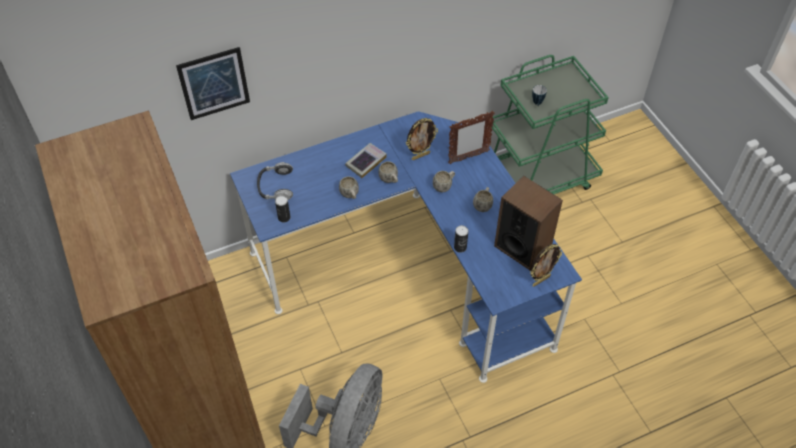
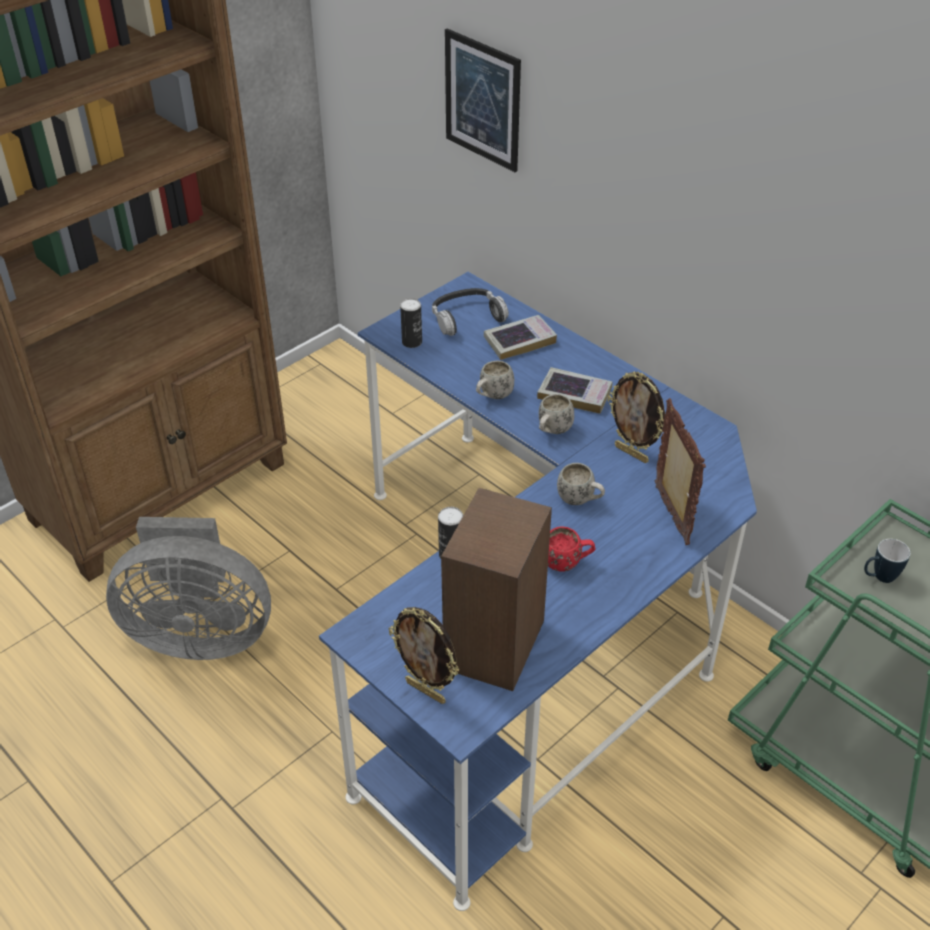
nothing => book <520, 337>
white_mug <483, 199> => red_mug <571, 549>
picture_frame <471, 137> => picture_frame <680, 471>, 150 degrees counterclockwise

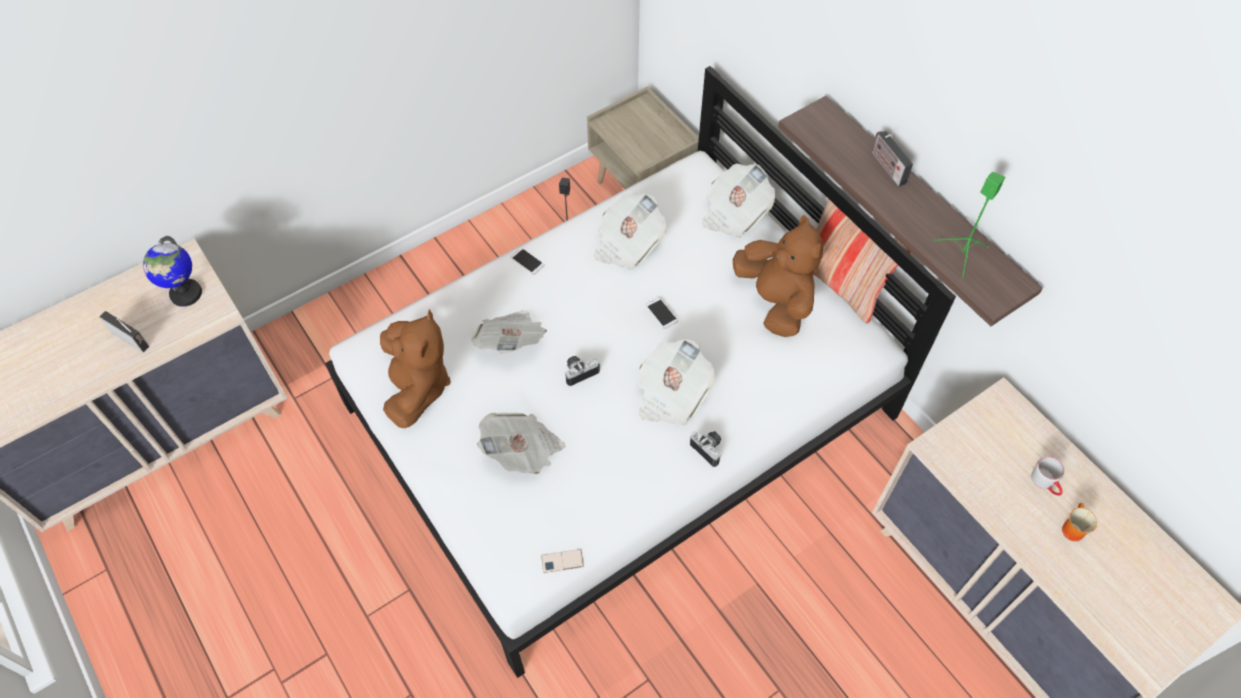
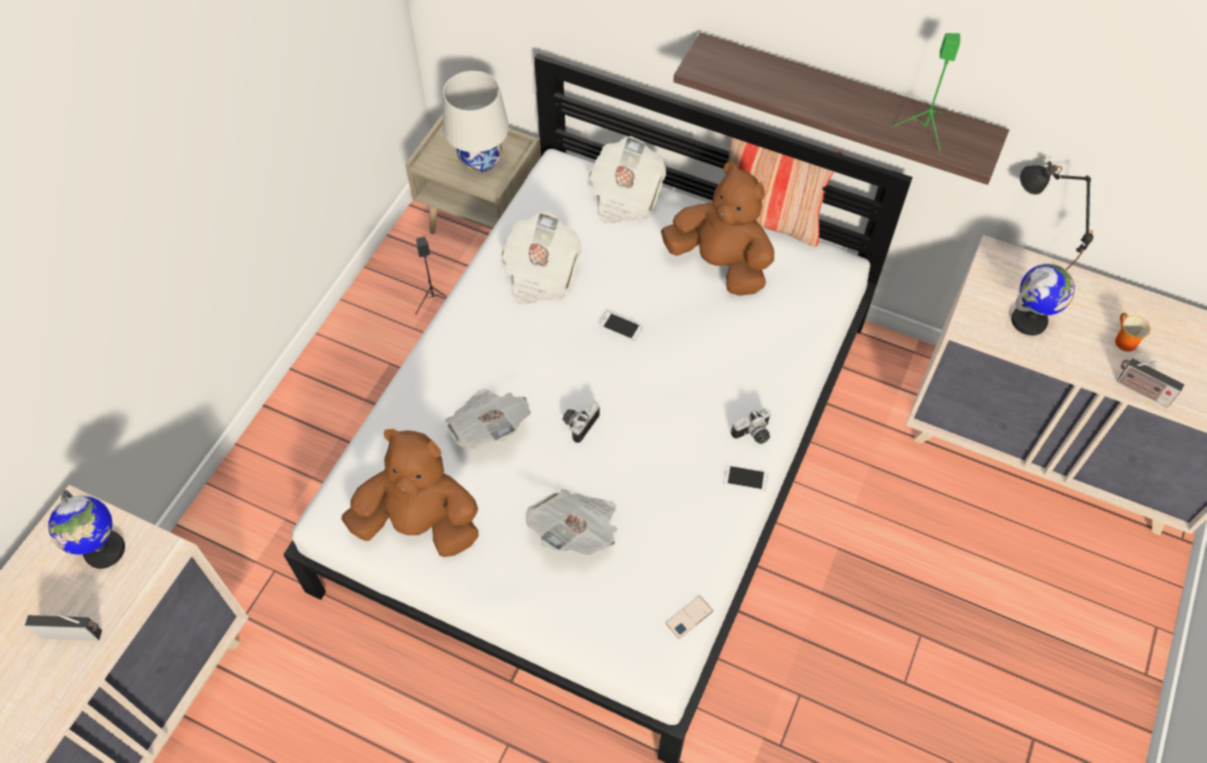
newspaper <676, 382> => nothing
grey_mug <1048, 476> => nothing
nothing => white_table_lamp <476, 121>
nothing => globe <1043, 299>
nothing => black_table_lamp <1056, 216>
phone <527, 261> => phone <745, 478>, shifted
radio <892, 159> => radio <1150, 383>, shifted
brown_plush_toy <415, 368> => brown_plush_toy <410, 493>, 45 degrees counterclockwise
photo_camera <705, 449> => photo_camera <751, 426>, 135 degrees clockwise

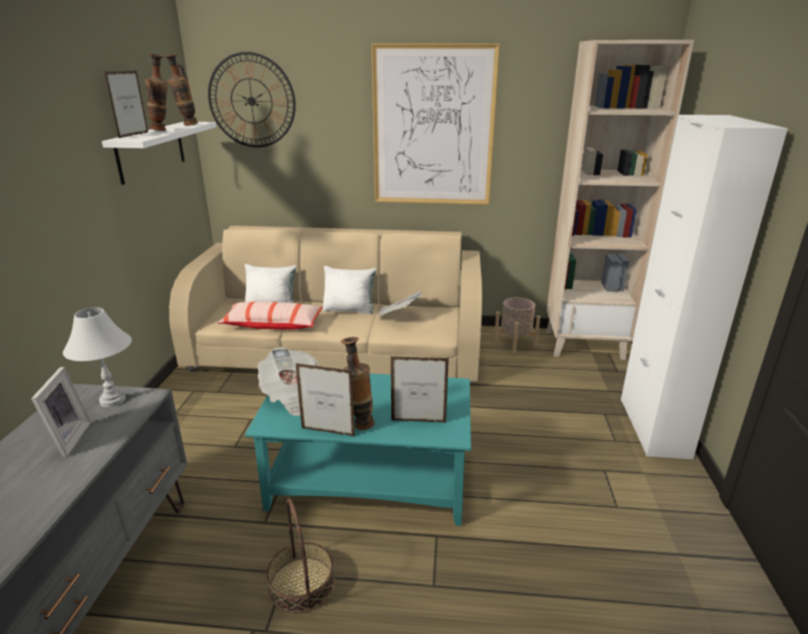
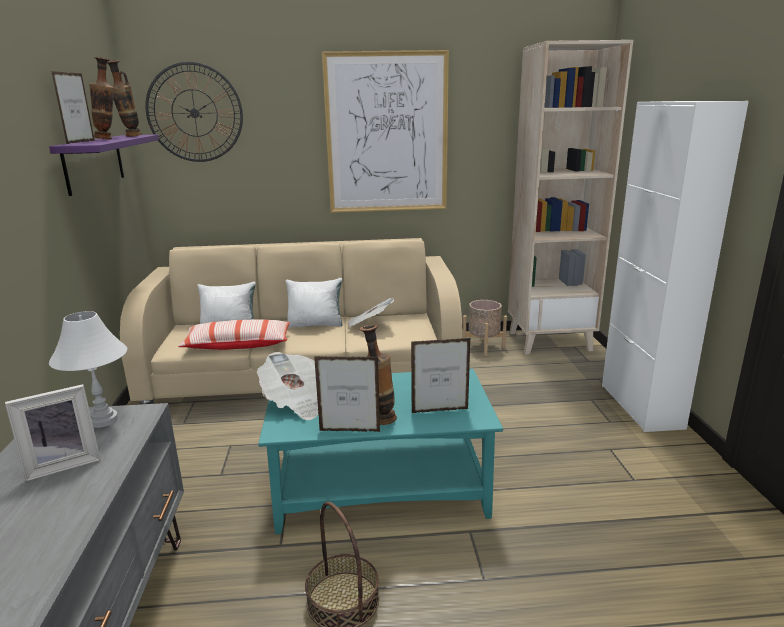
white_shelf <159, 153> => purple_shelf <104, 165>
picture_frame <61, 412> => picture_frame <53, 433>, 75 degrees clockwise

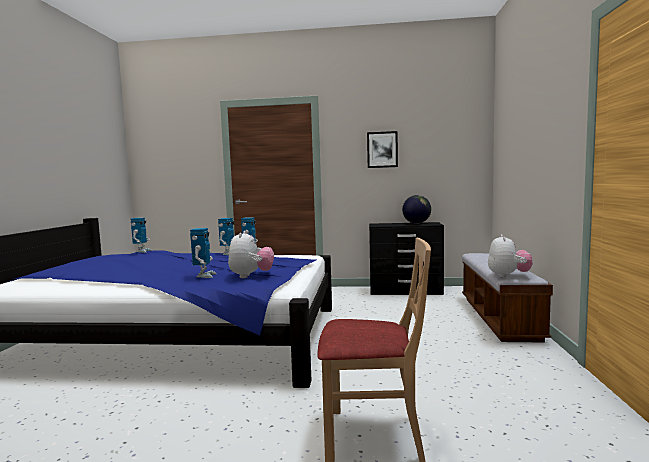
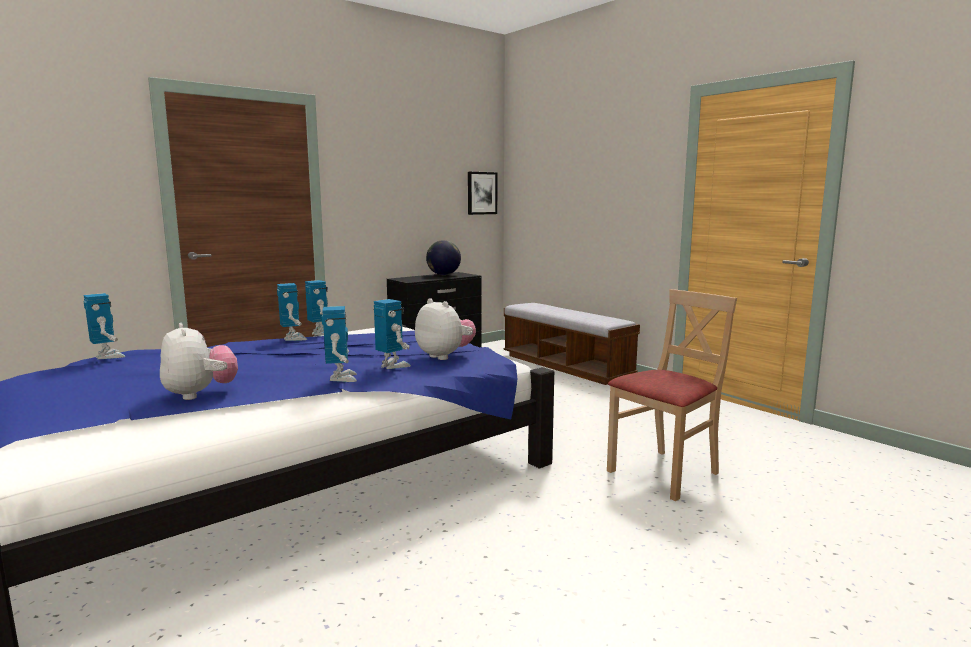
nothing => toy_robot <339, 344>
picture <382, 149> => picture <482, 193>, shifted
plush_toy <510, 256> => plush_toy <199, 361>, shifted

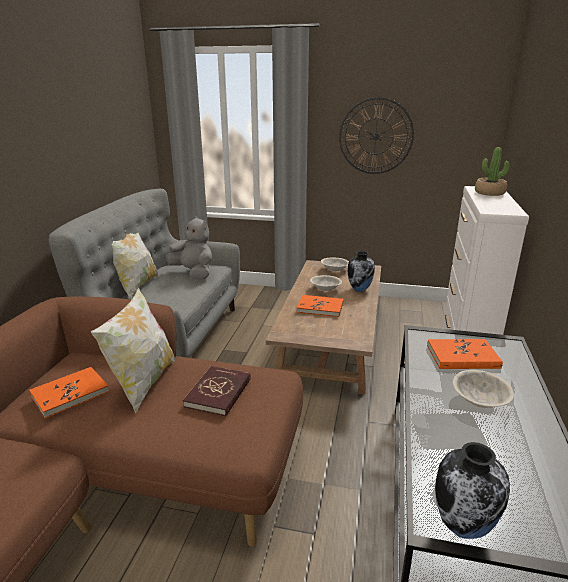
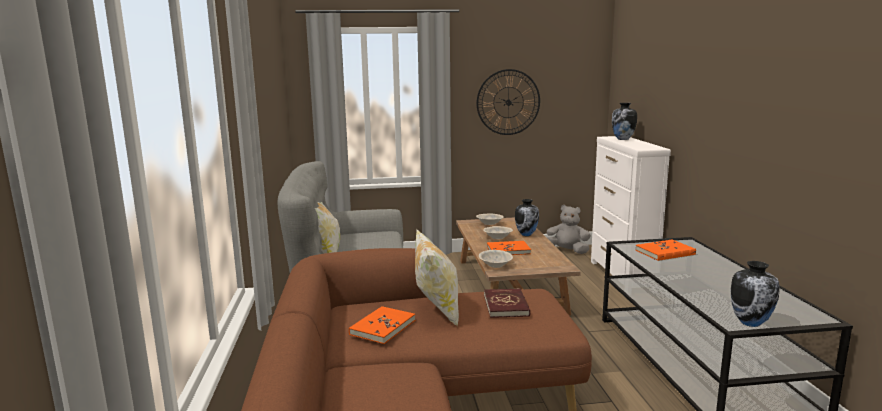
grey_plush_toy <188, 248> => grey_plush_toy <568, 229>, shifted
beige_bowl <483, 389> => beige_bowl <496, 259>, shifted
potted_plant <492, 171> => vase <624, 121>

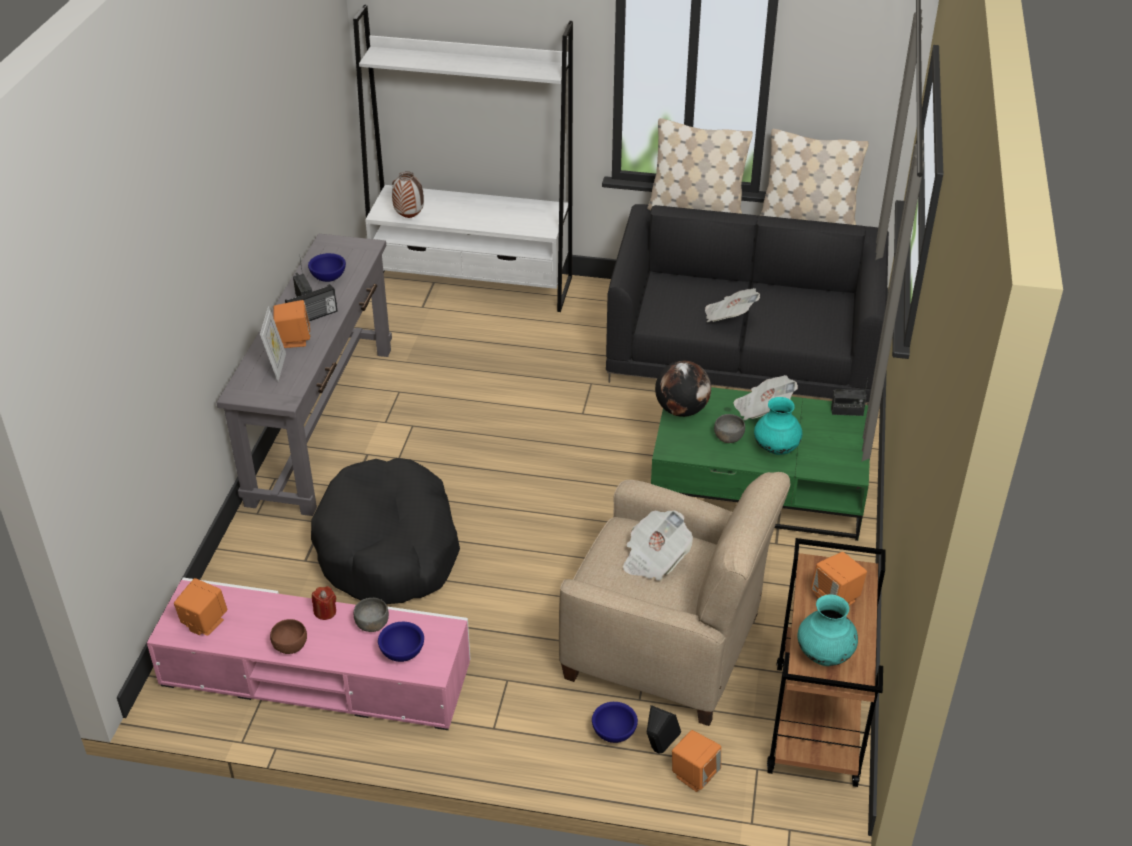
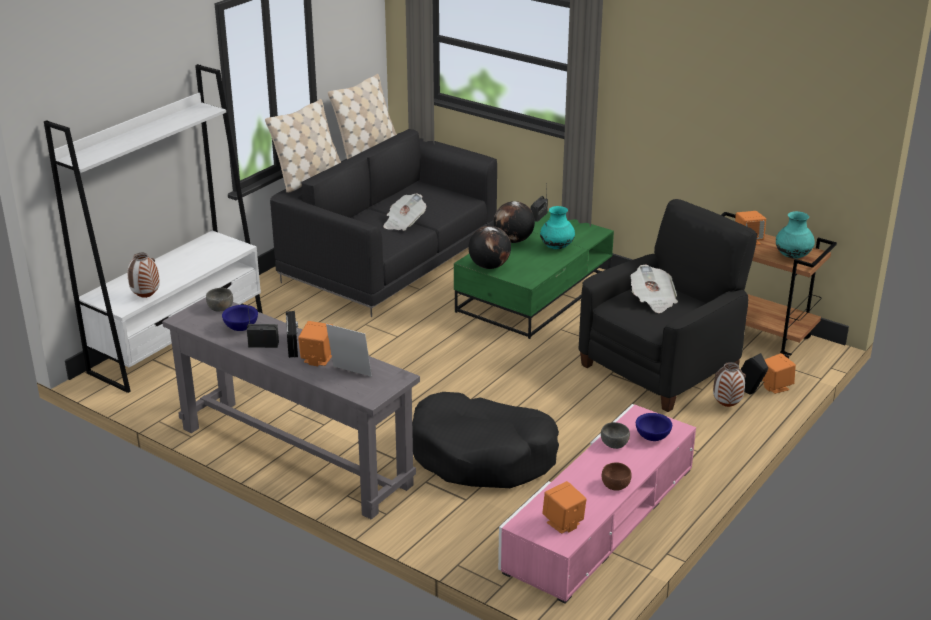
red_candle <324, 603> => nothing
grey_bowl <729, 428> => grey_bowl <219, 300>, shifted
blue_bowl <615, 722> => vase <729, 384>
newspaper <765, 397> => globe <514, 222>
beige_armchair <674, 599> => black_armchair <668, 305>

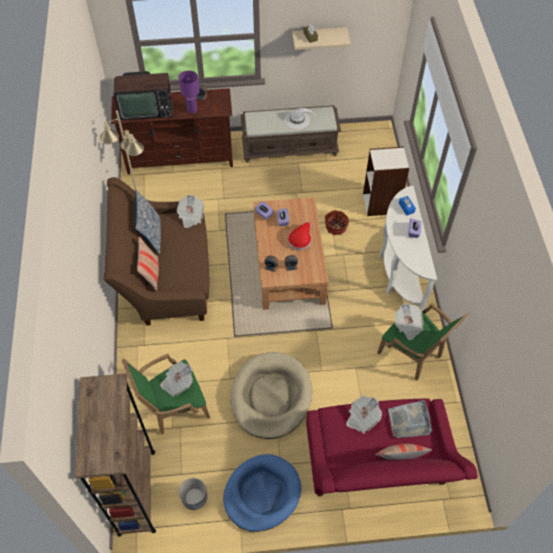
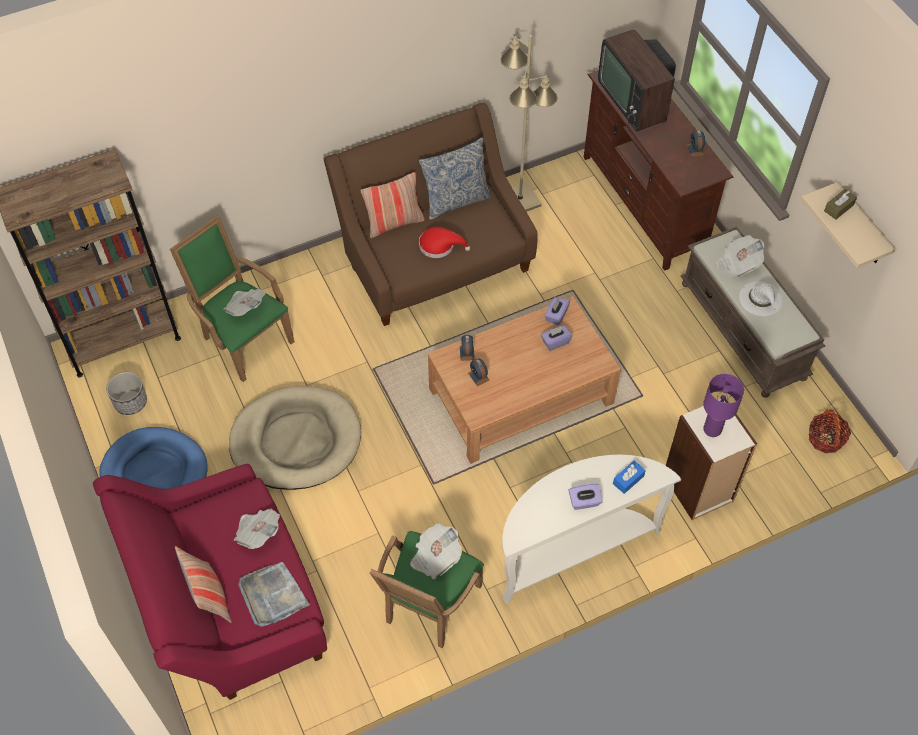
newspaper <190, 211> => newspaper <740, 257>, shifted
purple_table_lamp <188, 92> => purple_table_lamp <723, 405>, shifted
red_hat <300, 236> => red_hat <444, 242>, shifted
basket <337, 222> => basket <830, 431>, shifted

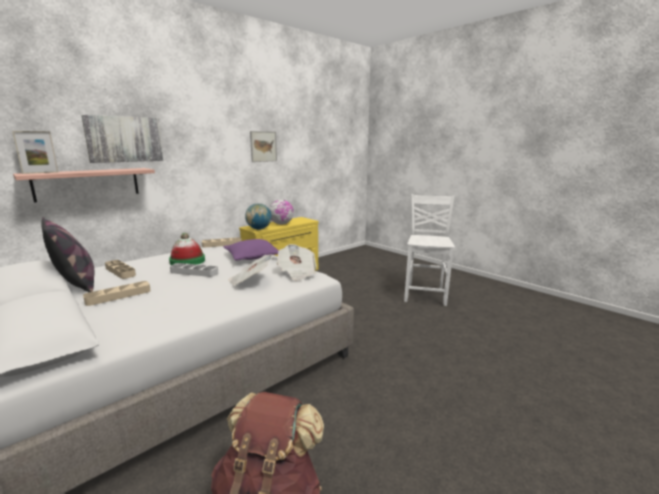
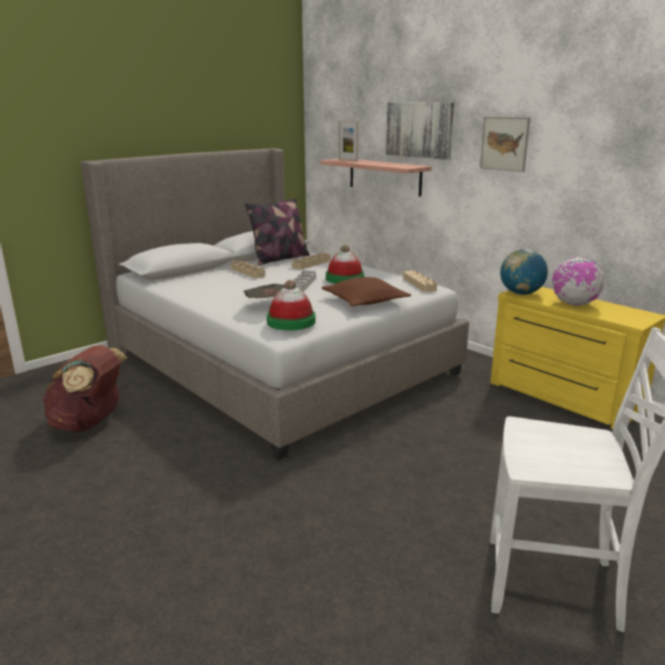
picture <263, 146> => picture <505, 144>, shifted
newspaper <296, 262> => hat <291, 305>
purple_pillow <251, 249> => brown_pillow <366, 292>

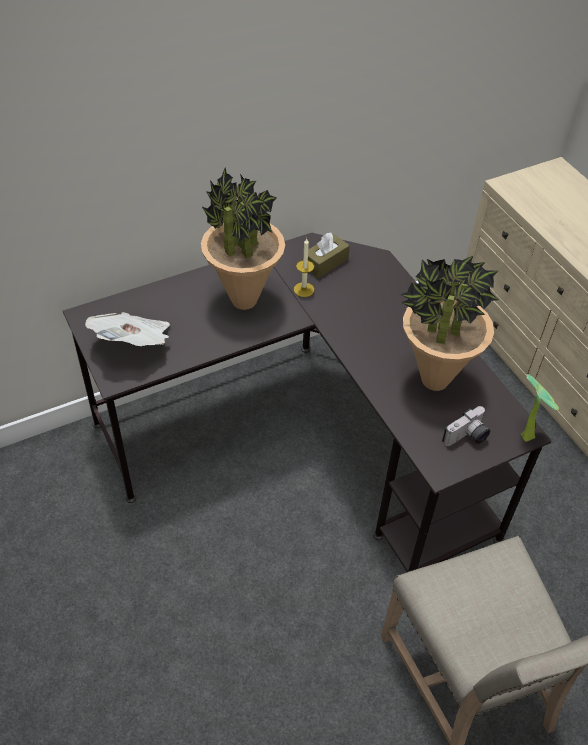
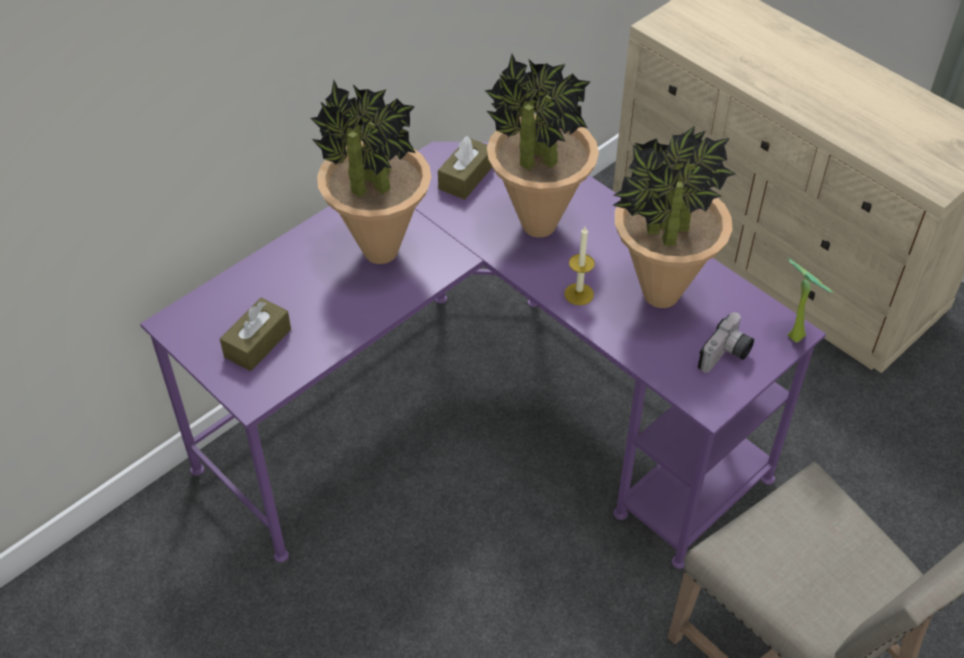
nothing => potted_plant <541, 146>
candle <304, 268> => candle <579, 266>, shifted
newspaper <127, 329> => brown_tissue_box <255, 334>
black_desk <307, 402> => purple_desk <483, 355>

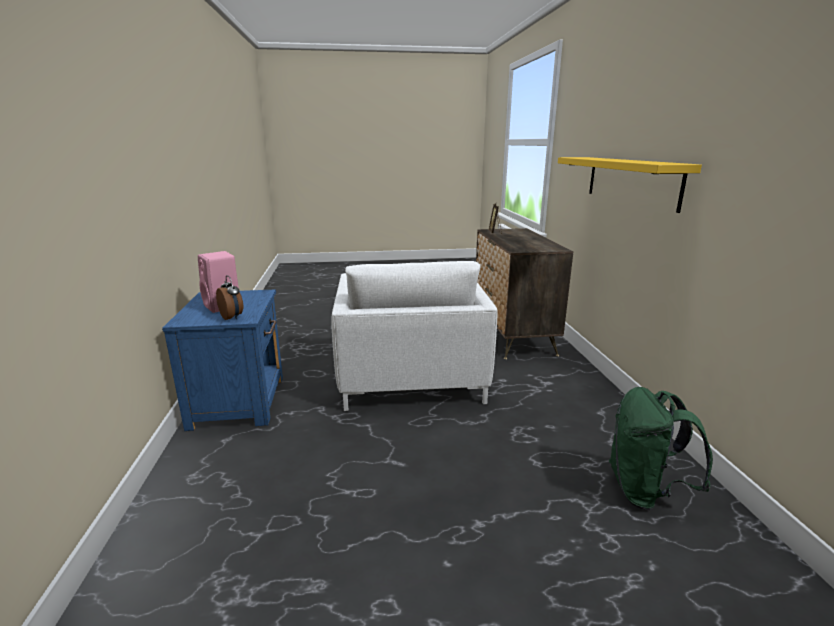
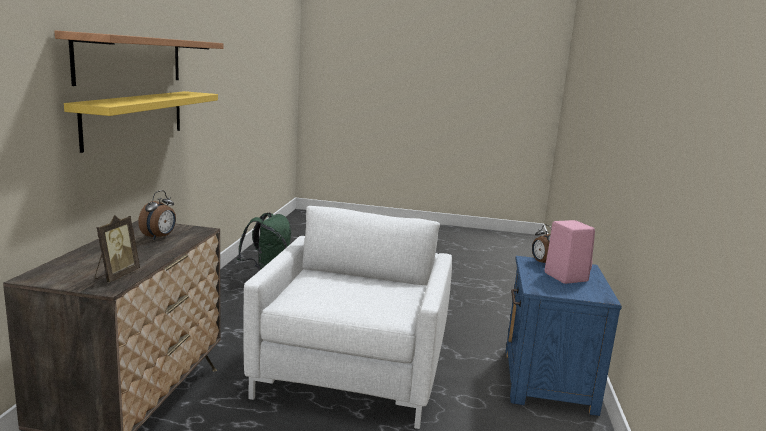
nothing => shelf <139, 58>
nothing => alarm_clock <157, 215>

